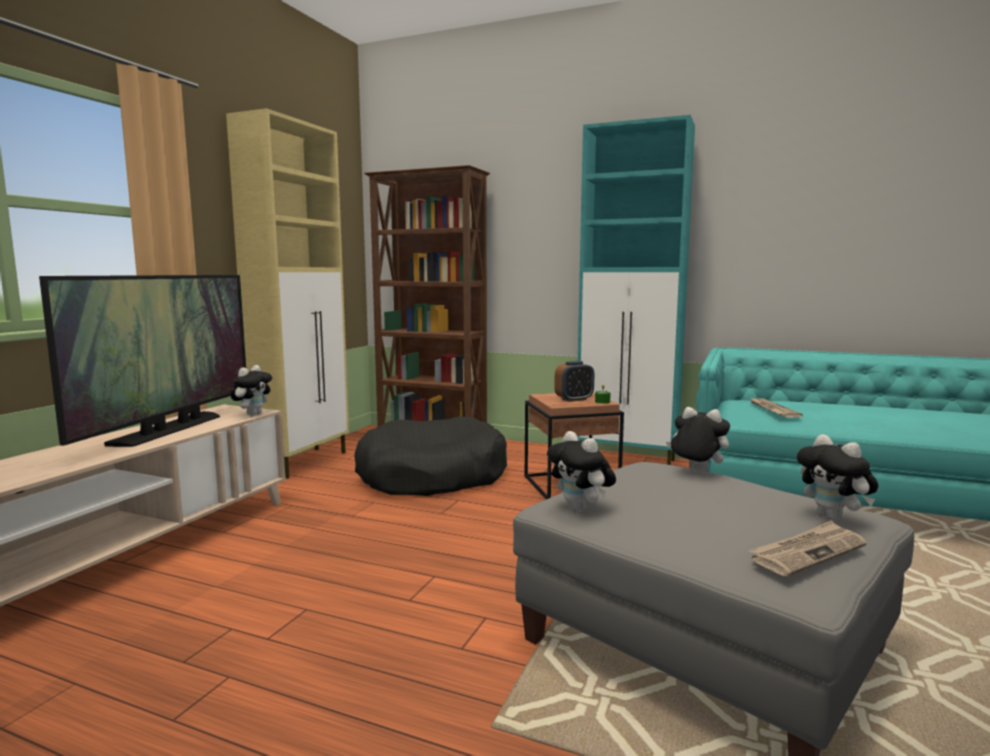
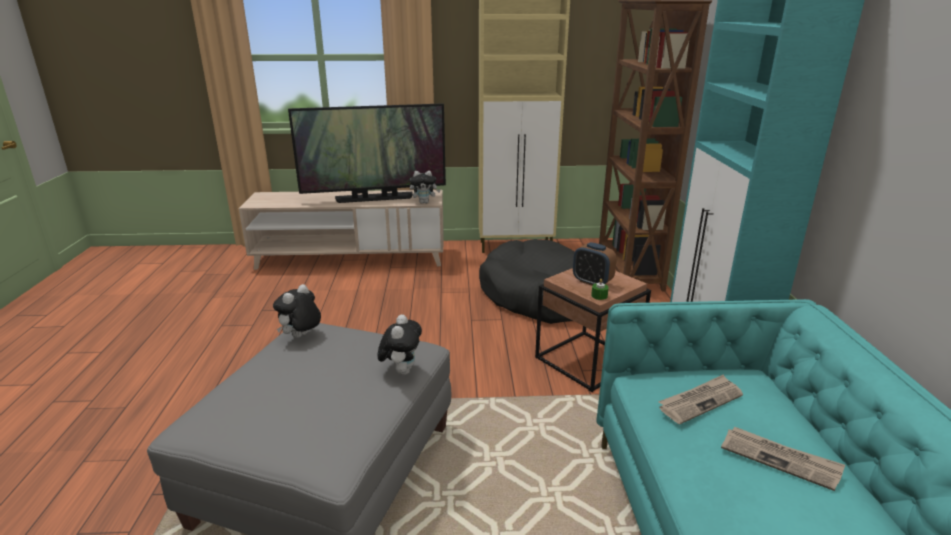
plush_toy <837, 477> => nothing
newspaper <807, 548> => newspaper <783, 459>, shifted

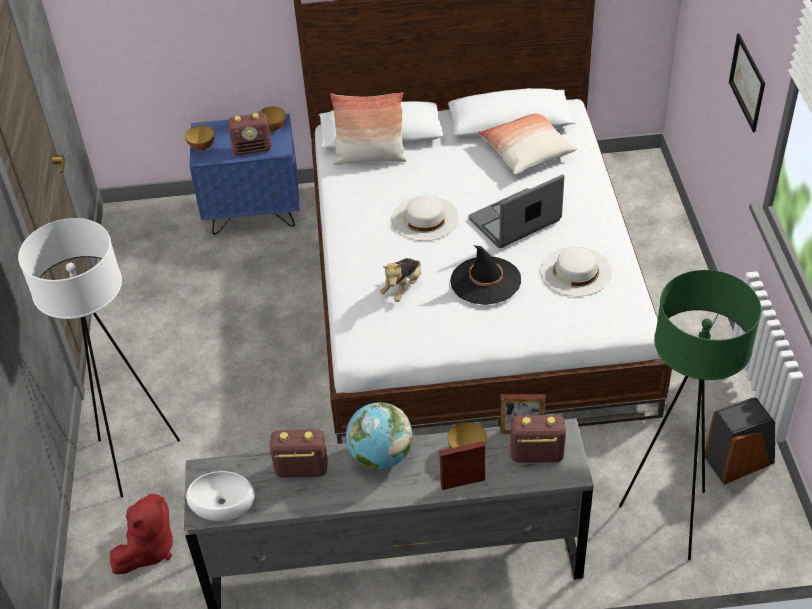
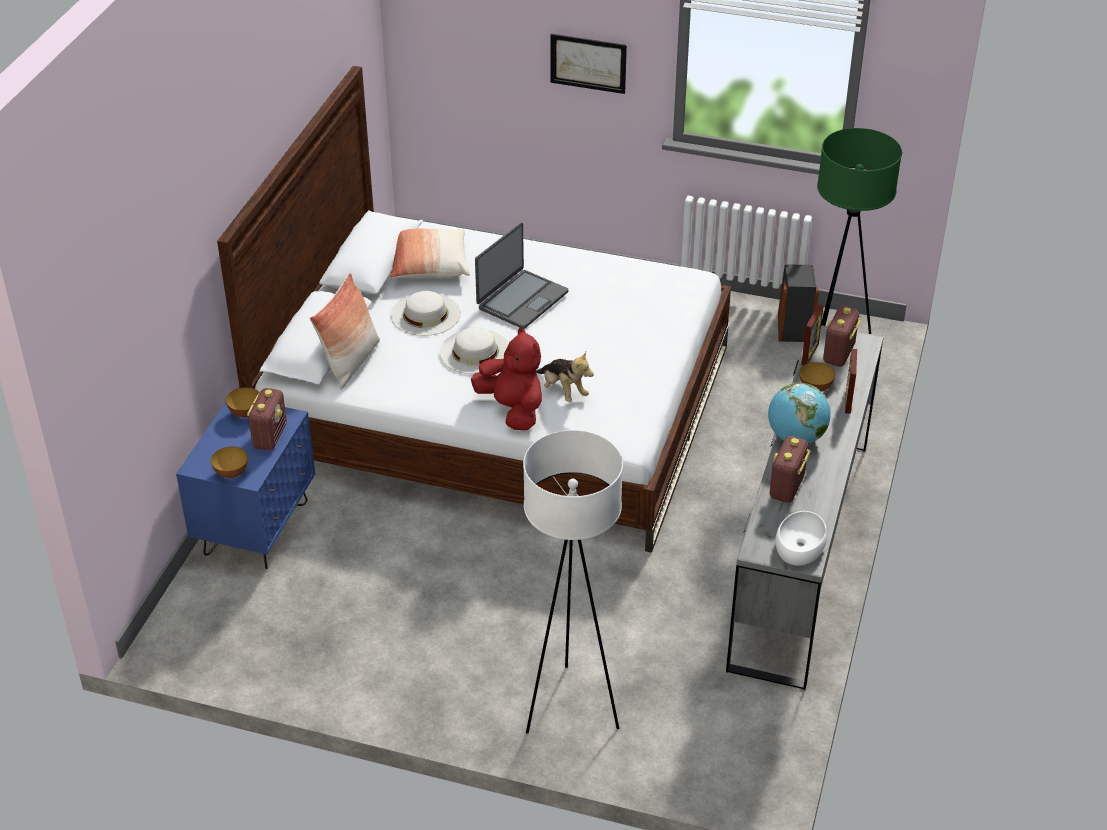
black_hat <485, 275> => nothing
red_plush_toy <141, 534> => red_plush_toy <506, 378>, shifted
white_hat <576, 271> => white_hat <426, 313>, shifted
laptop <516, 211> => laptop <521, 276>, 135 degrees counterclockwise

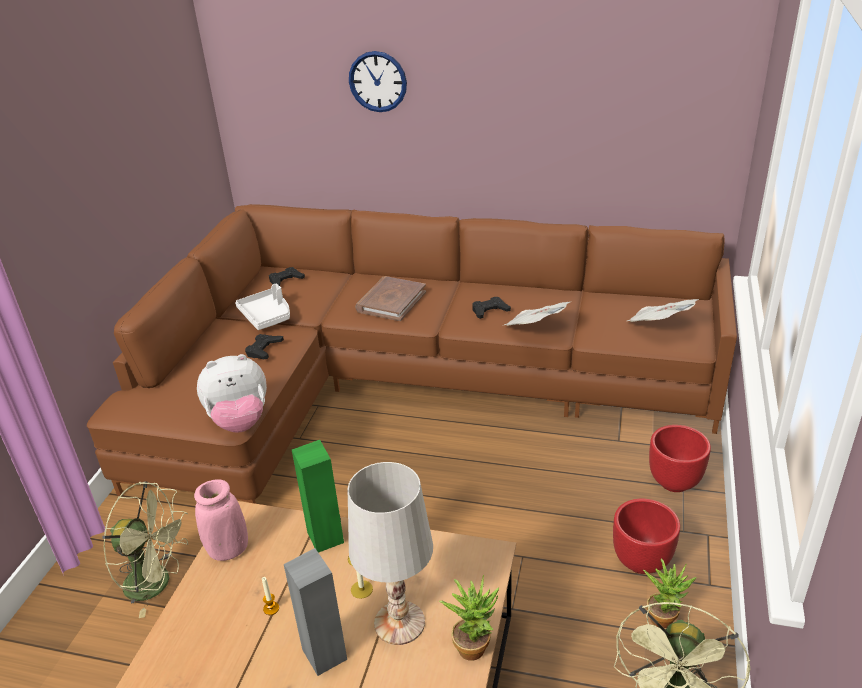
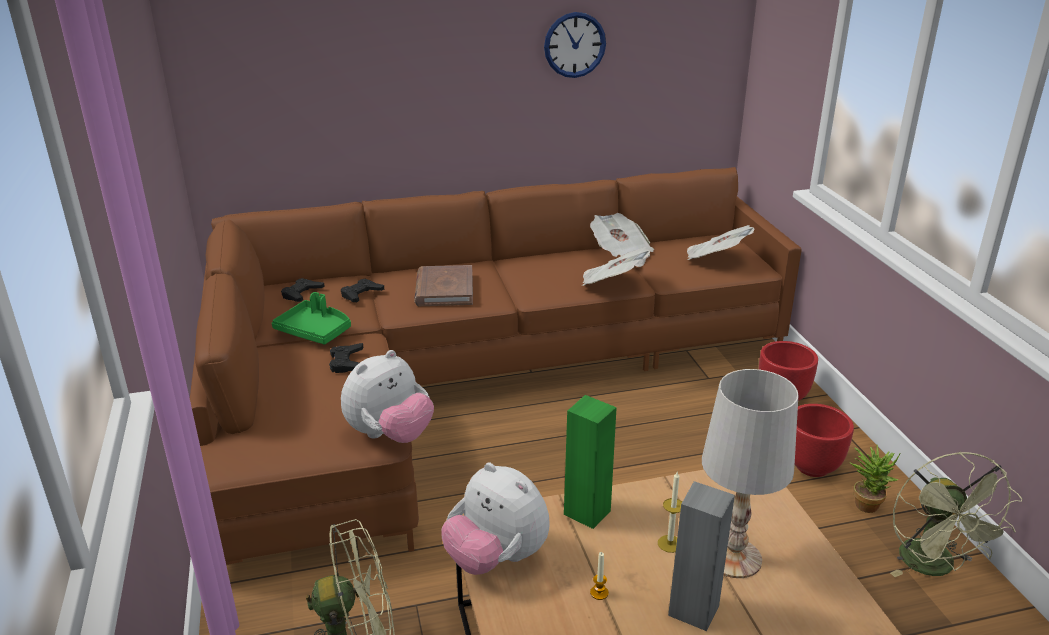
potted_plant <469, 618> => nothing
nothing => newspaper <622, 240>
wall_clock <378, 81> => wall_clock <575, 45>, shifted
black_game_controller <491, 308> => black_game_controller <362, 290>, shifted
pink_vase <221, 520> => plush_toy <495, 519>
white_tray <262, 306> => green_tray <311, 318>

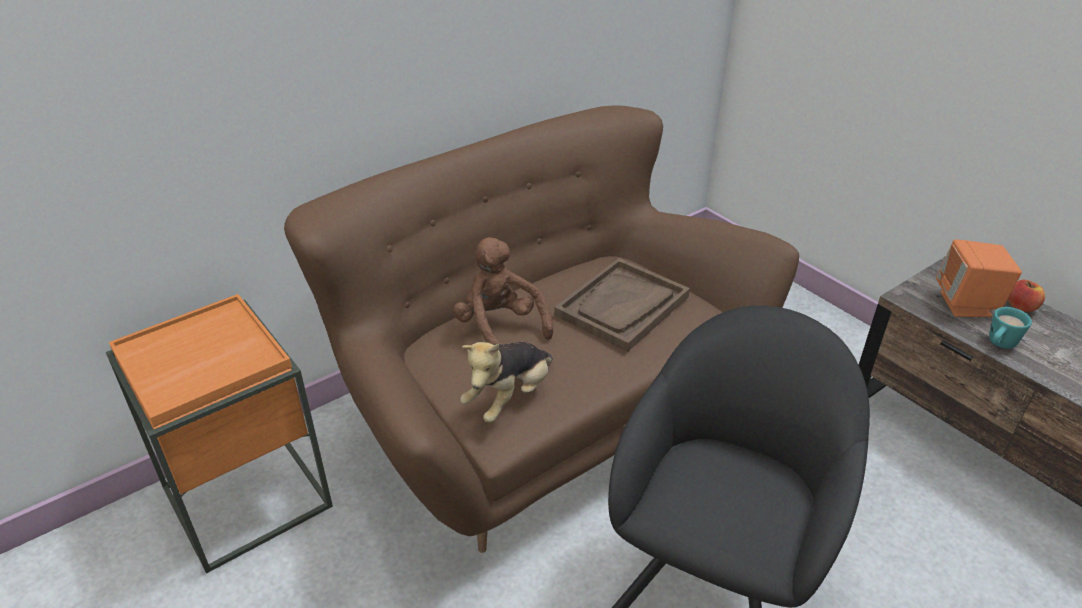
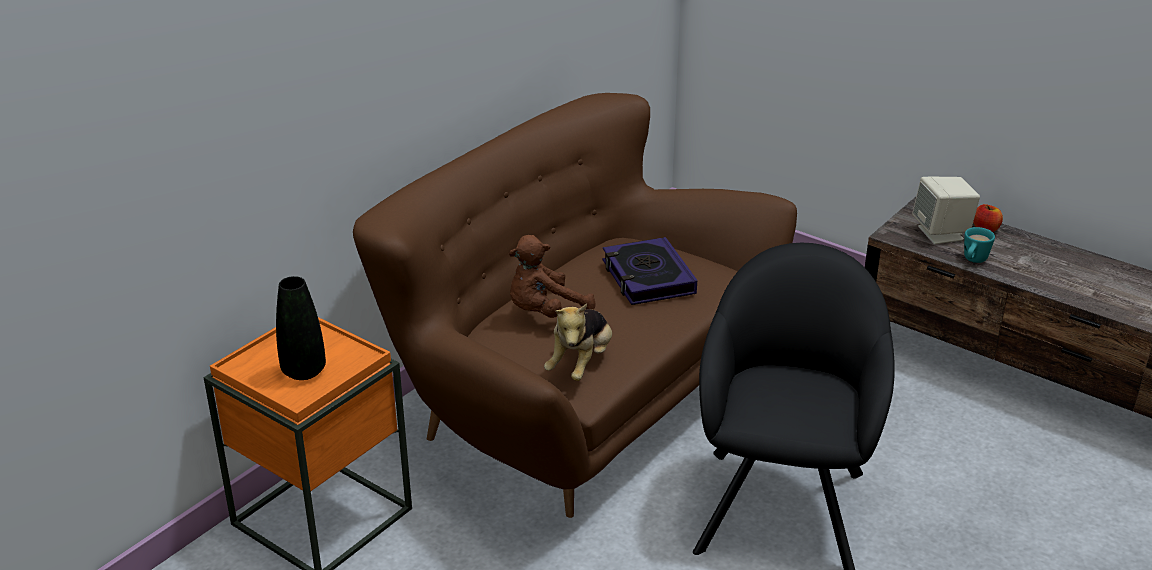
nothing => black_vase <301, 328>
brown_tray <622, 305> => book <650, 271>
orange_speaker <979, 278> => beige_speaker <946, 210>
brown_plush_toy <503, 291> => brown_plush_toy <552, 276>, 75 degrees counterclockwise

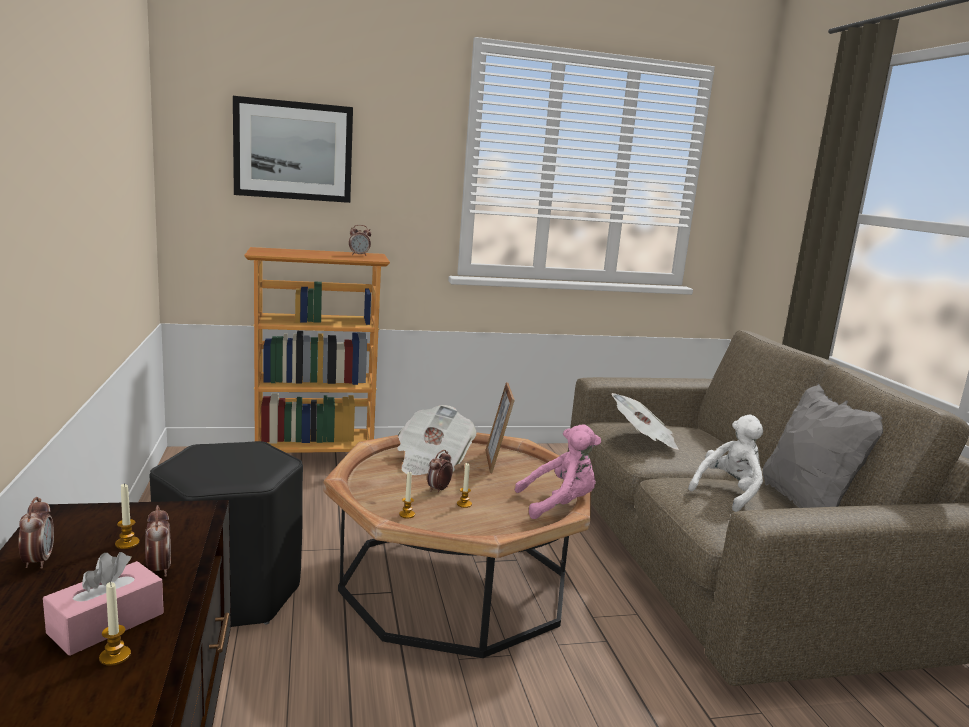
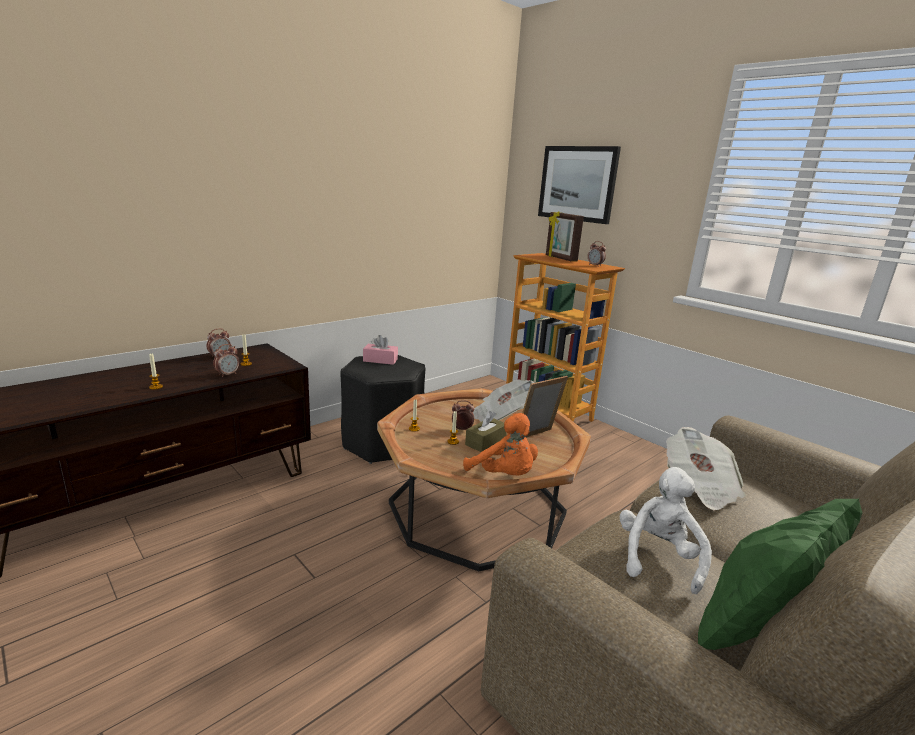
nothing => brown_tissue_box <486, 431>
nothing => picture_frame <565, 236>
pink_tissue_box <103, 604> => pink_tissue_box <380, 350>, shifted
pink_plush_toy <557, 471> => orange_plush_toy <500, 444>
grey_pillow <822, 446> => green_pillow <780, 574>
white_plush_toy <725, 463> => white_plush_toy <666, 530>, 90 degrees counterclockwise

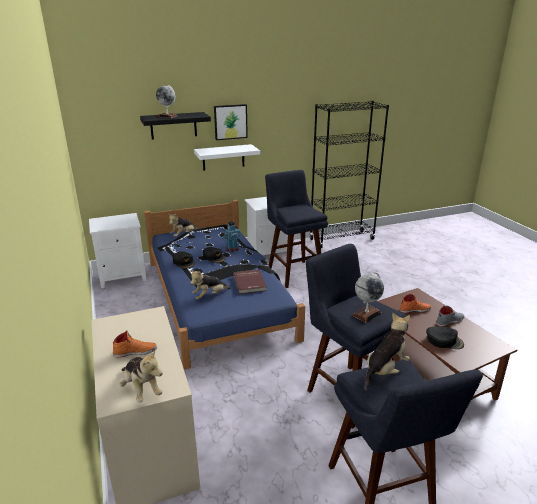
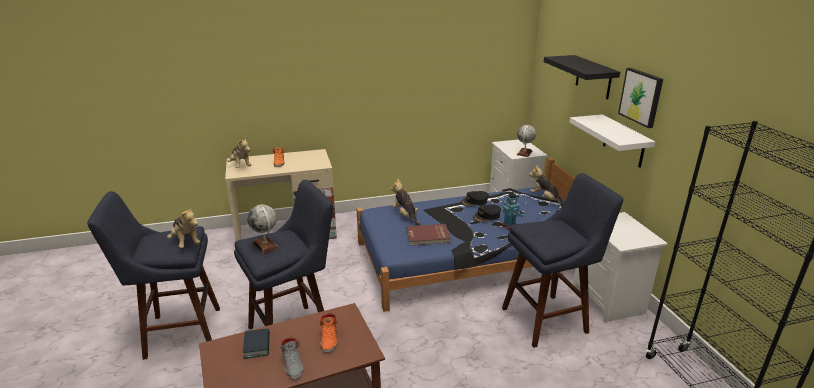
globe <167, 101> => globe <526, 141>, shifted
black_cap <445, 338> => book <256, 343>
plush_toy <141, 376> => plush_toy <239, 152>, 90 degrees counterclockwise

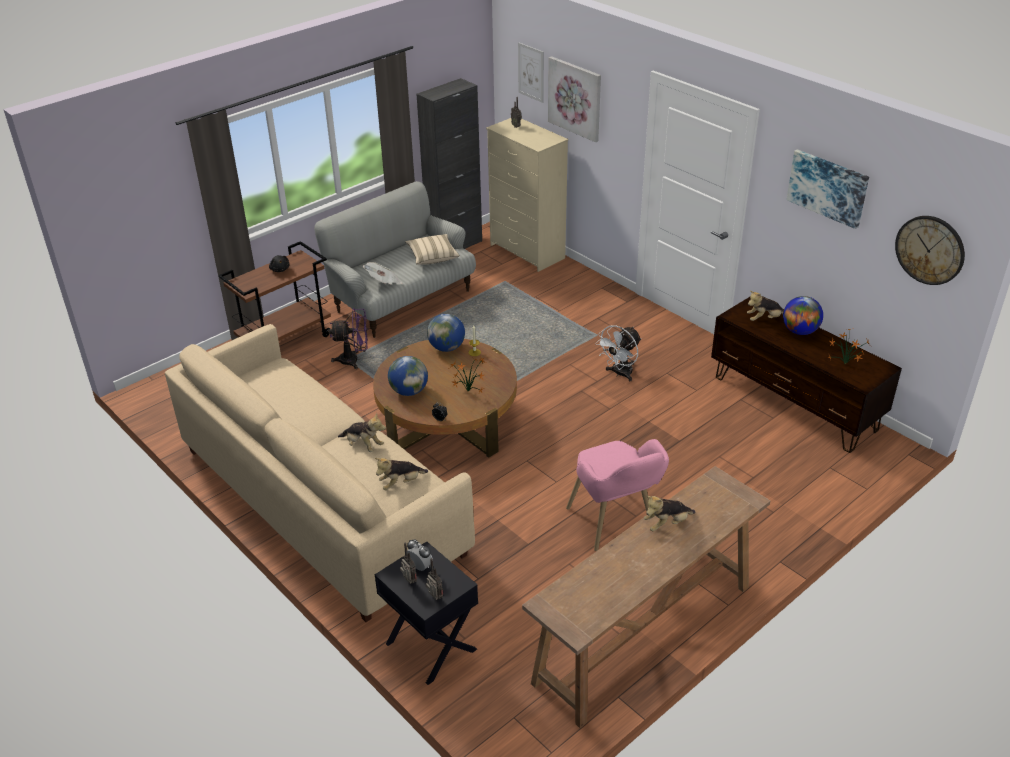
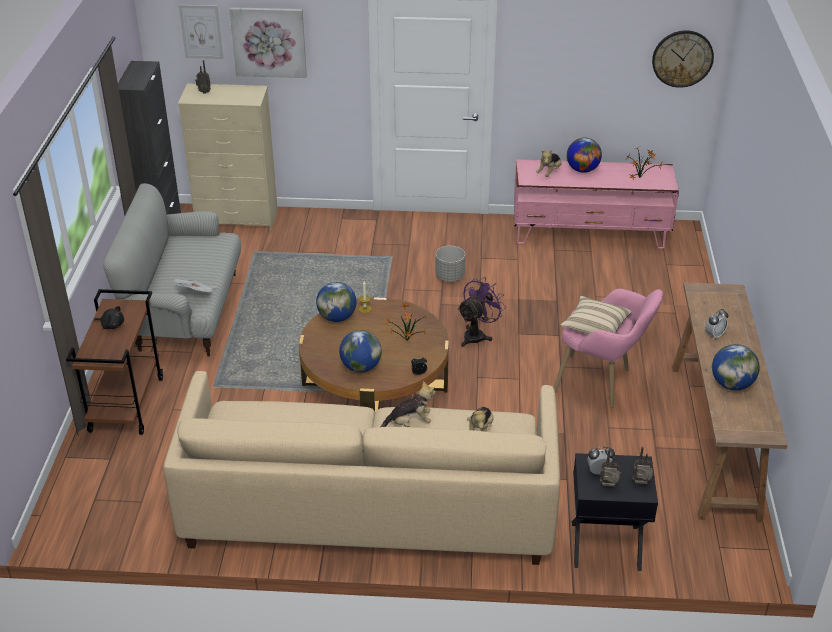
picture <828, 189> => nothing
nothing => globe <736, 367>
purple_fan <348, 338> => purple_fan <482, 312>, shifted
beige_pillow <432, 249> => beige_pillow <596, 315>, shifted
white_fan <618, 353> => grey_planter <450, 264>
plush_toy <669, 513> => alarm_clock <716, 324>
brown_tv_stand <806, 375> => pink_tv_stand <596, 204>

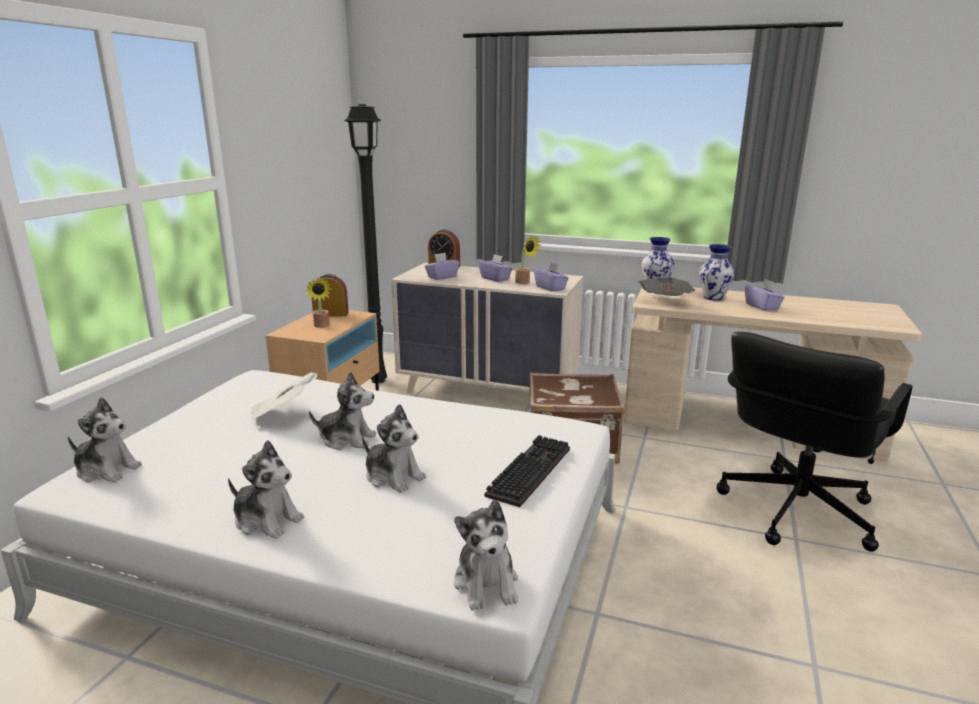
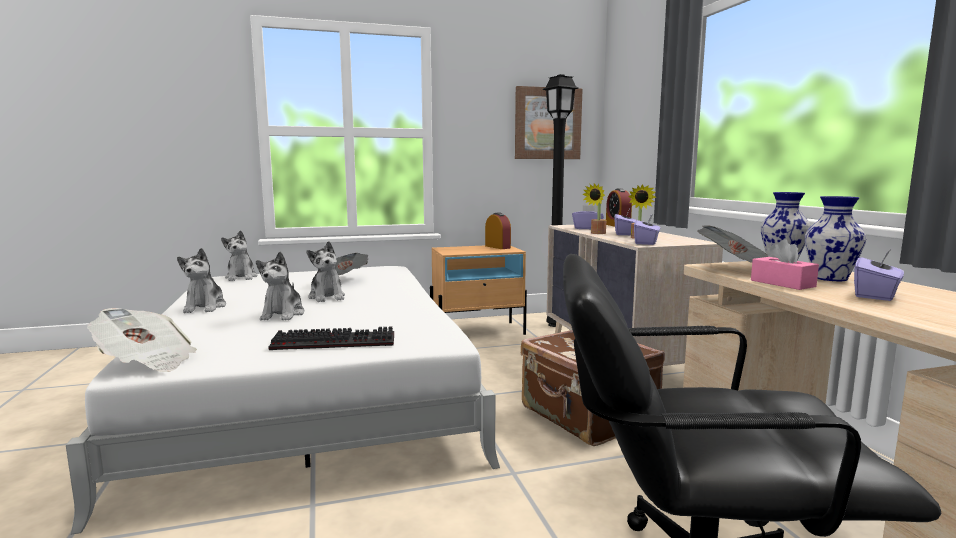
nothing => picture <549, 122>
nothing => pink_tissue_box <785, 264>
potted_plant <318, 303> => potted_plant <594, 208>, shifted
plush_toy <486, 555> => newspaper <142, 340>

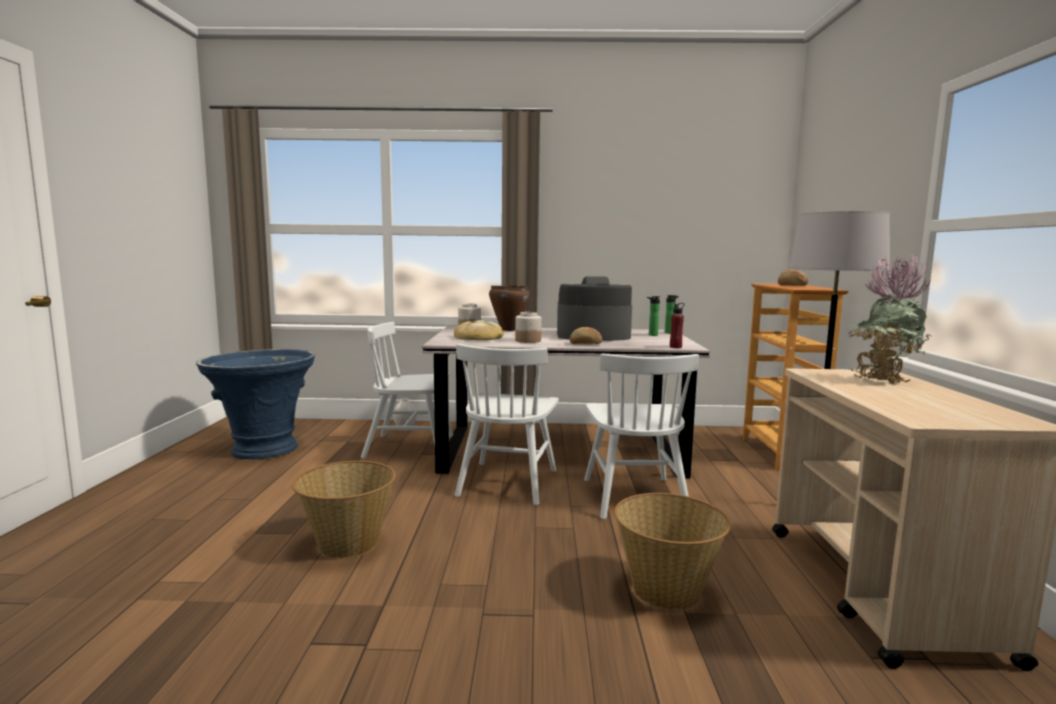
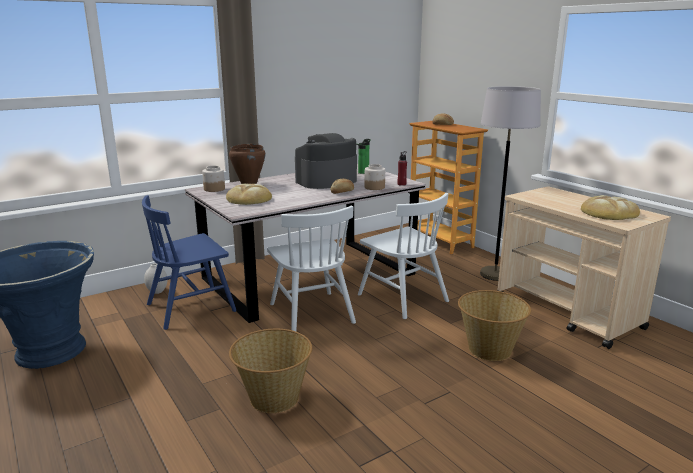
potted_plant <890, 320> => nothing
nothing => bread <610, 207>
jar <528, 327> => jar <374, 177>, shifted
white_chair <407, 390> => blue_chair <189, 262>

